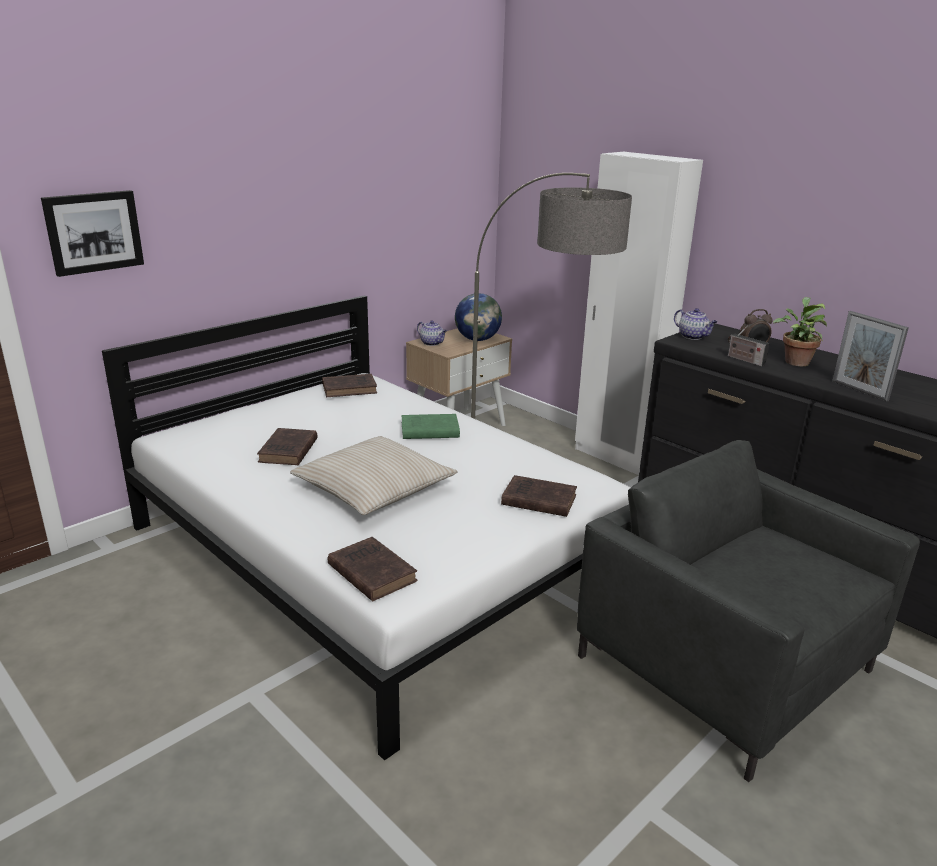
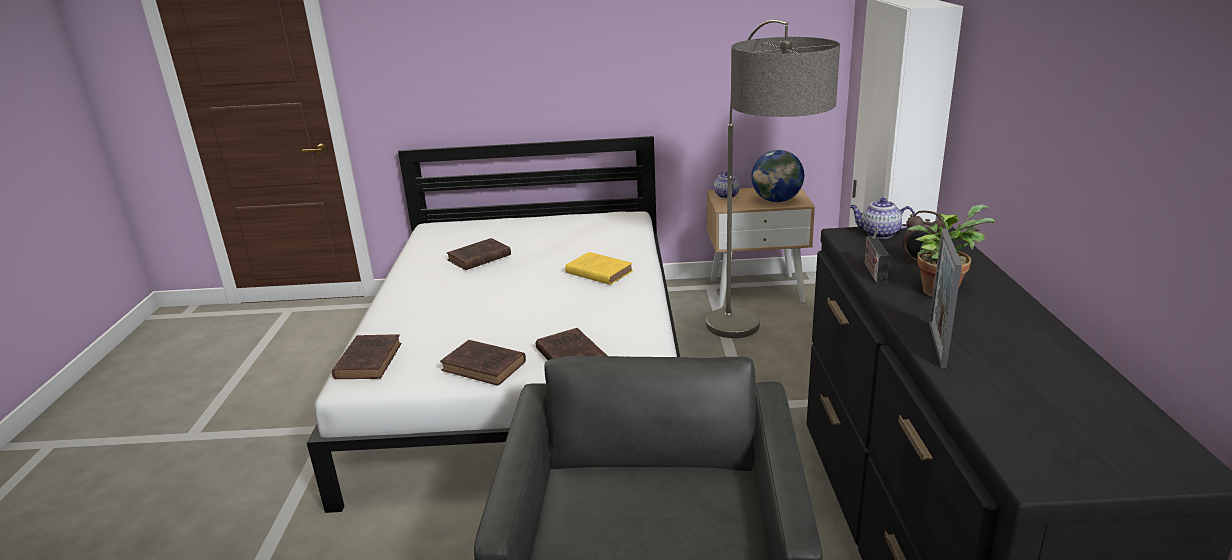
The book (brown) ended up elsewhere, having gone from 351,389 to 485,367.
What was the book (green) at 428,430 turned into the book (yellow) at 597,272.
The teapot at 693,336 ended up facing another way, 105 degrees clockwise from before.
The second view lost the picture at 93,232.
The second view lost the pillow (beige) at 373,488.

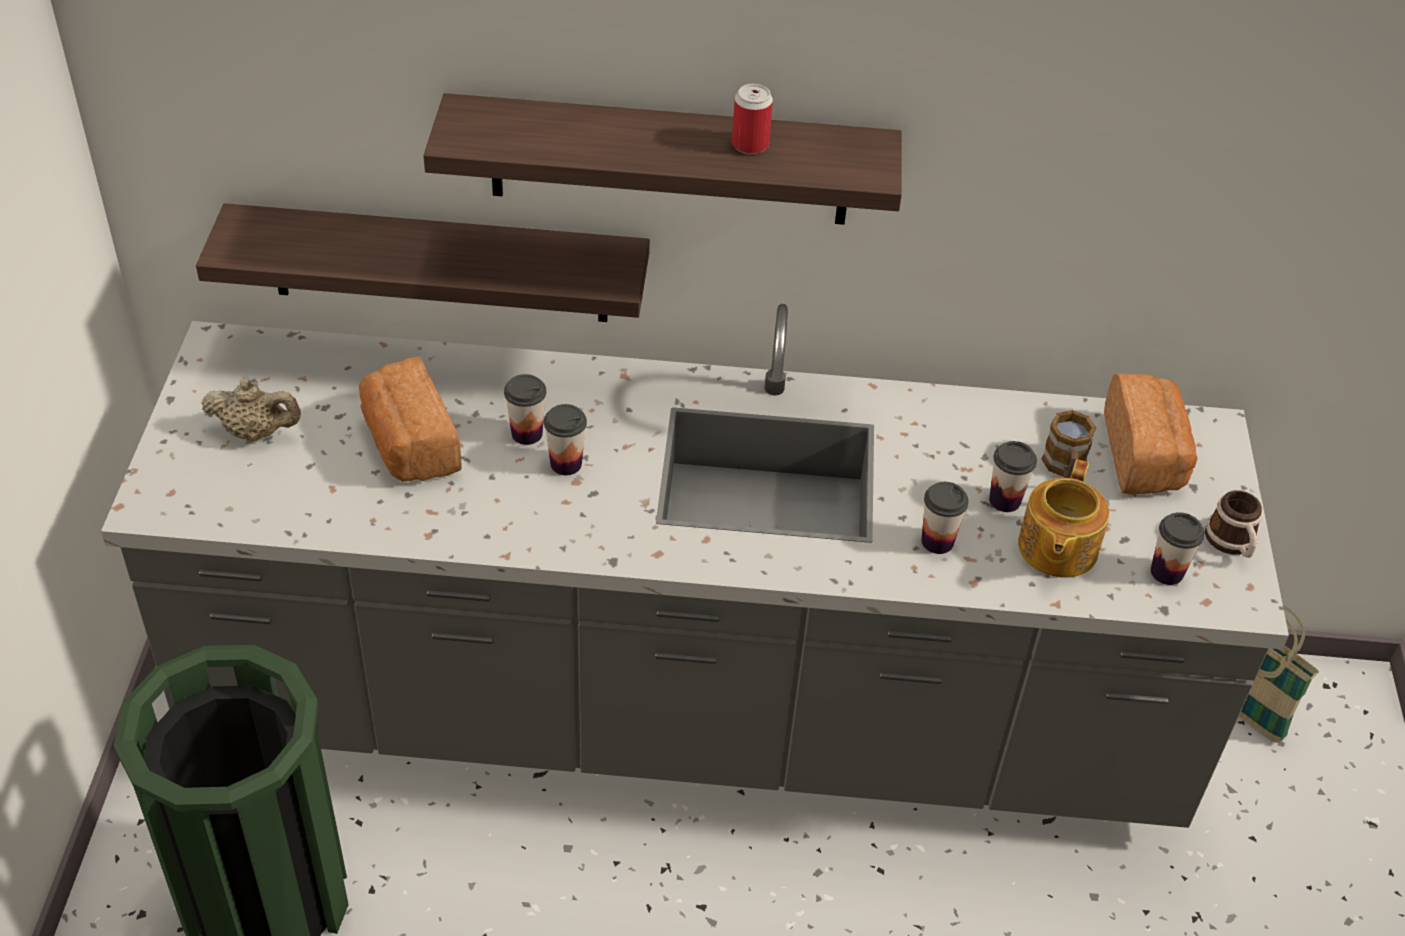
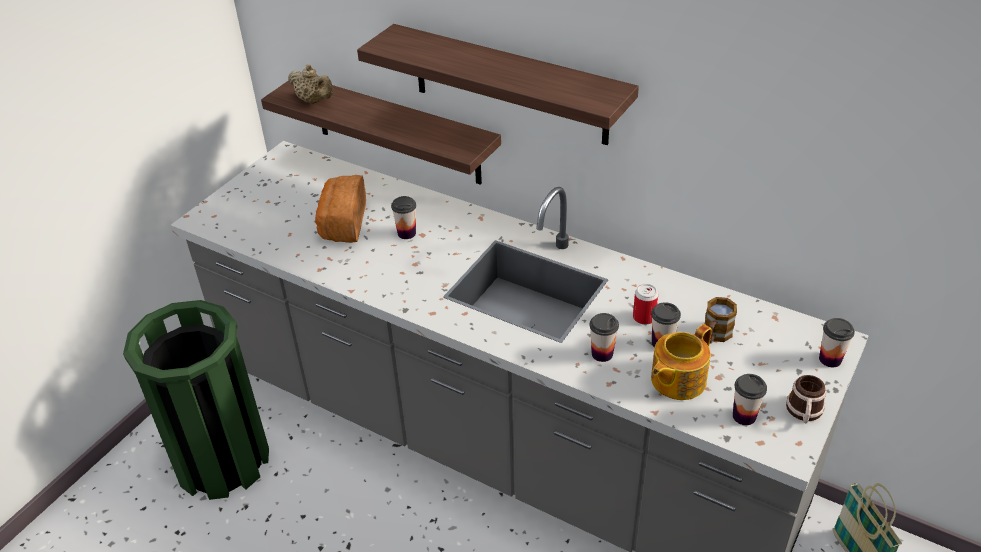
The teapot (beige) ended up elsewhere, having gone from 256,432 to 314,101.
The can ended up elsewhere, having gone from 750,144 to 644,317.
The cup ended up elsewhere, having gone from 566,464 to 830,359.
The second view lost the bread at 1144,456.

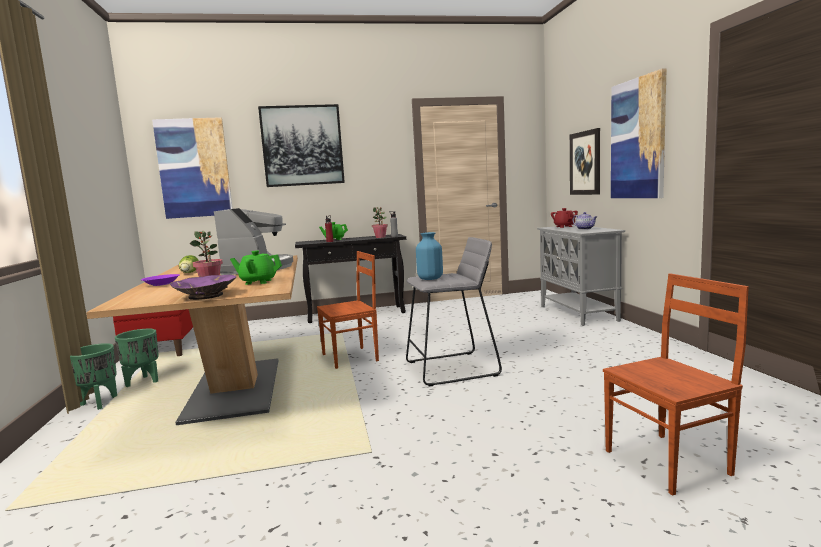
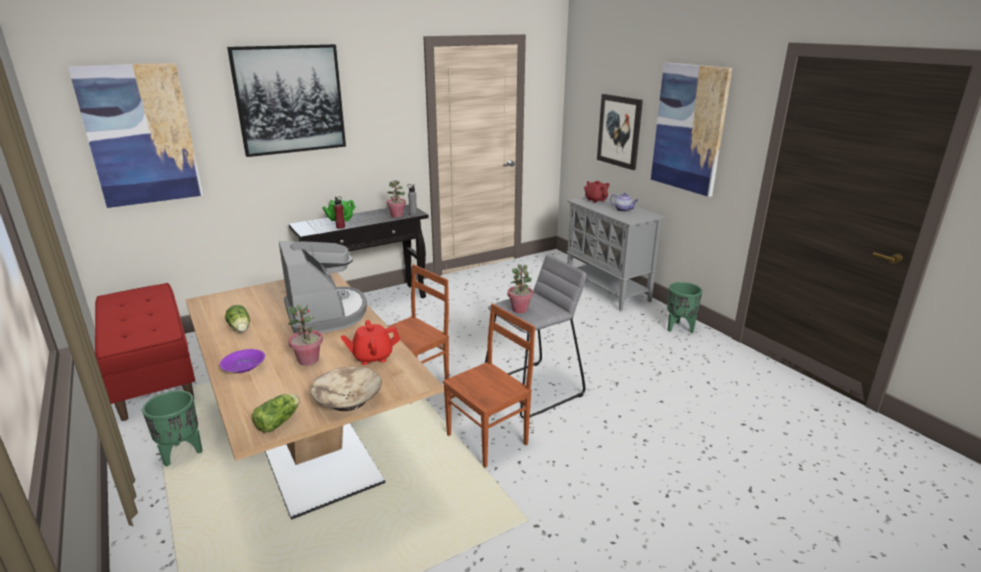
The second view gained the lettuce at 280,421.
What was the bowl (purple) at 205,296 turned into the bowl (beige) at 347,400.
What was the teapot (green) at 258,282 turned into the teapot (red) at 372,357.
The chair (brown) ended up elsewhere, having gone from 669,462 to 489,439.
Where the vase (blue) stood at 430,278, the potted plant came to stand at 520,309.
The planter (green) ended up elsewhere, having gone from 99,403 to 679,328.

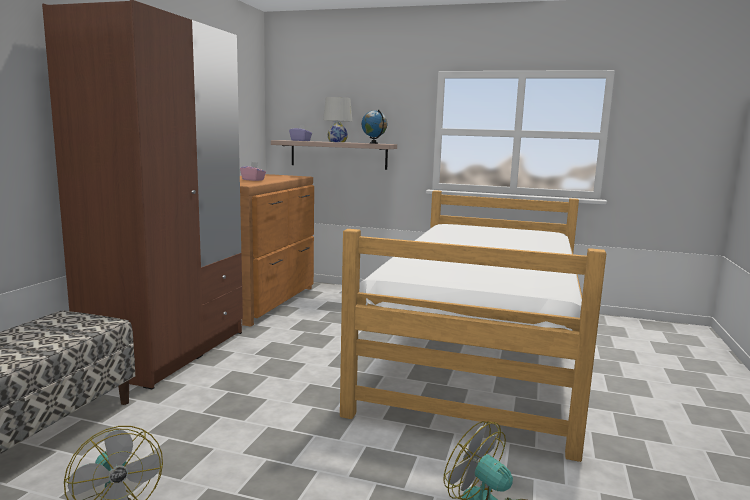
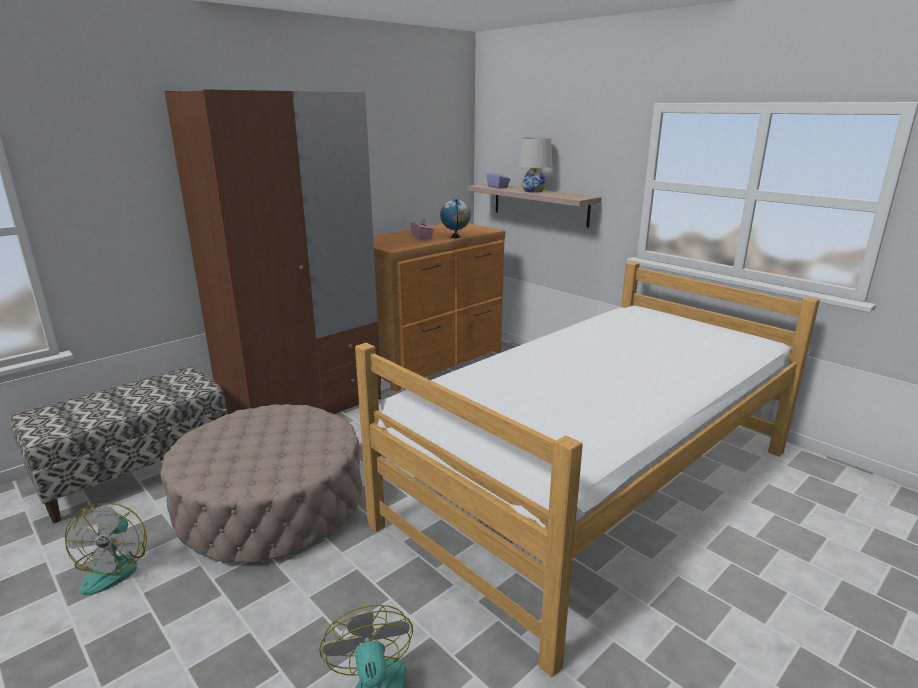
The second view gained the ottoman (beige) at 271,505.
The globe ended up elsewhere, having gone from 374,143 to 455,237.

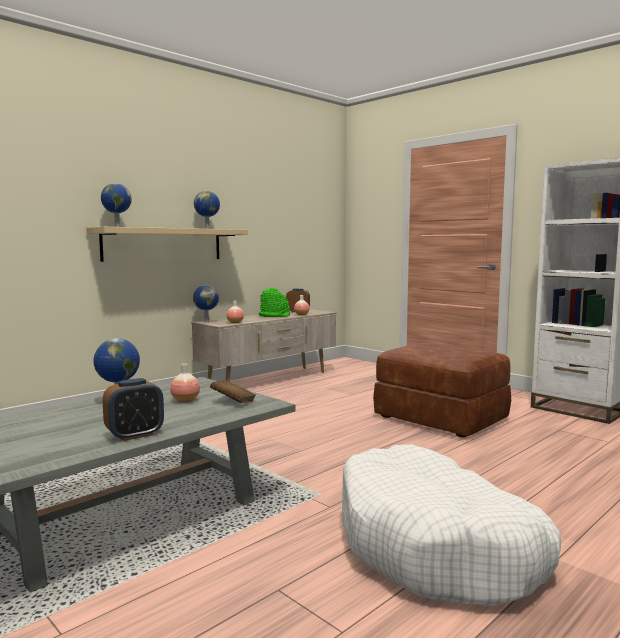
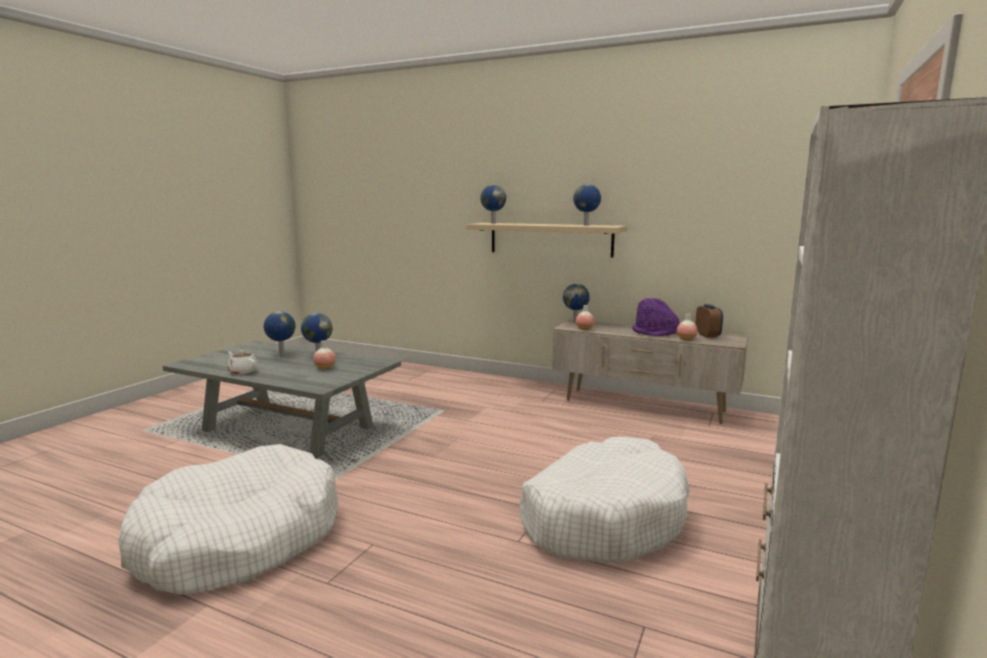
Where the alarm clock stood at 135,435, the teapot (white) came to stand at 242,371.
The second view gained the globe at 281,354.
Where the ottoman (brown) stood at 442,418, the dog bed (white) came to stand at 603,518.
What was the hat (green) at 275,316 turned into the hat (purple) at 655,333.
The second view lost the book (brown) at 233,402.

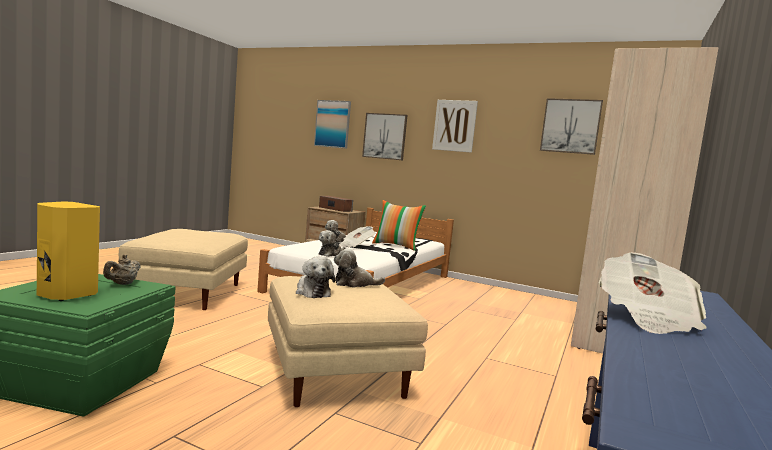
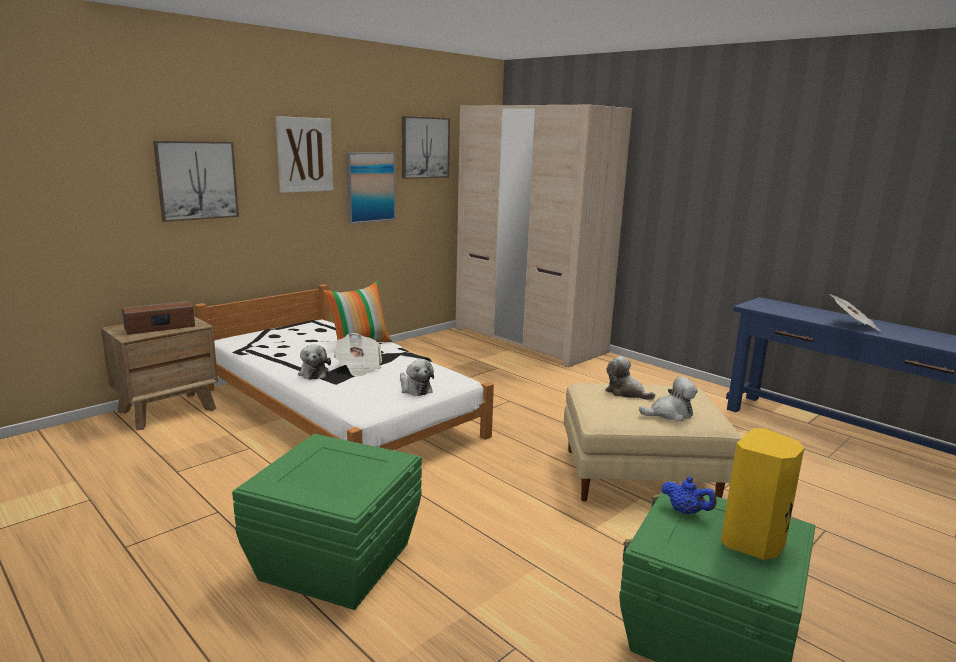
Where the ottoman (beige) stood at 187,292, the storage box (green) came to stand at 335,560.
The picture ended up elsewhere, having gone from 332,124 to 370,187.
The plush toy at 354,284 ended up facing another way, 120 degrees clockwise from before.
What was the teapot (beige) at 122,284 turned into the teapot (blue) at 686,511.

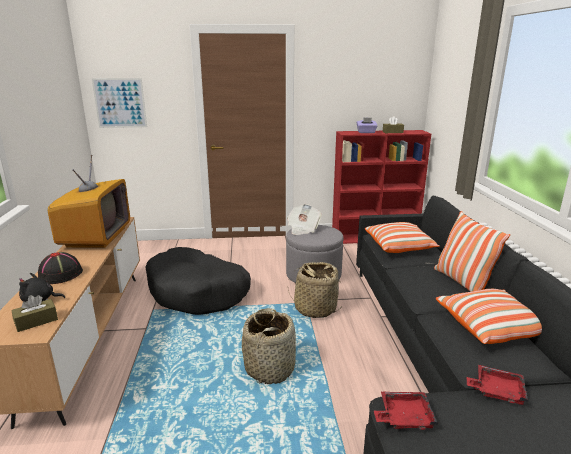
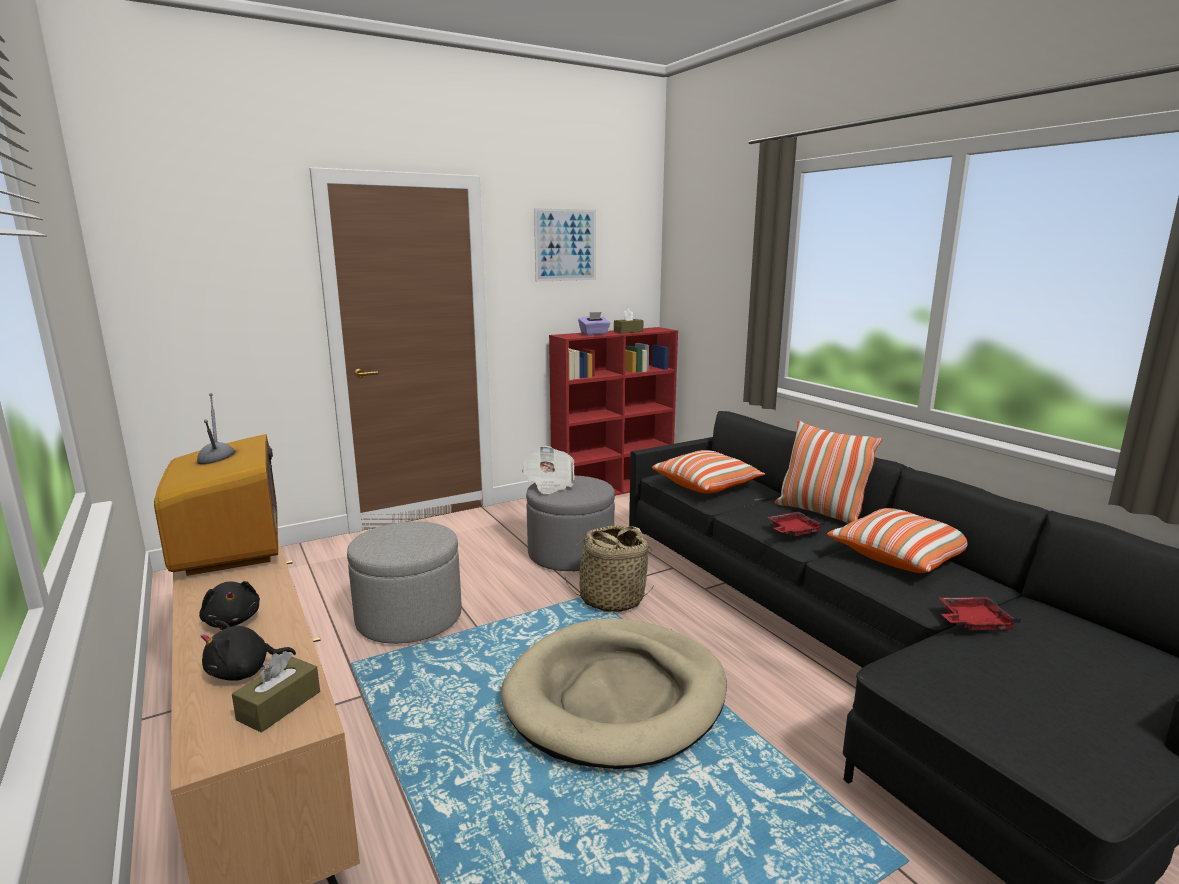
Where the hat (black) stood at 61,274, the plush toy (black) came to stand at 232,620.
Where the dog bed (black) stood at 198,292, the ottoman (grey) came to stand at 409,618.
Where the basket stood at 270,368, the dog bed (beige) came to stand at 616,696.
The picture ended up elsewhere, having gone from 120,103 to 565,245.
The tray (red) ended up elsewhere, having gone from 404,417 to 793,531.

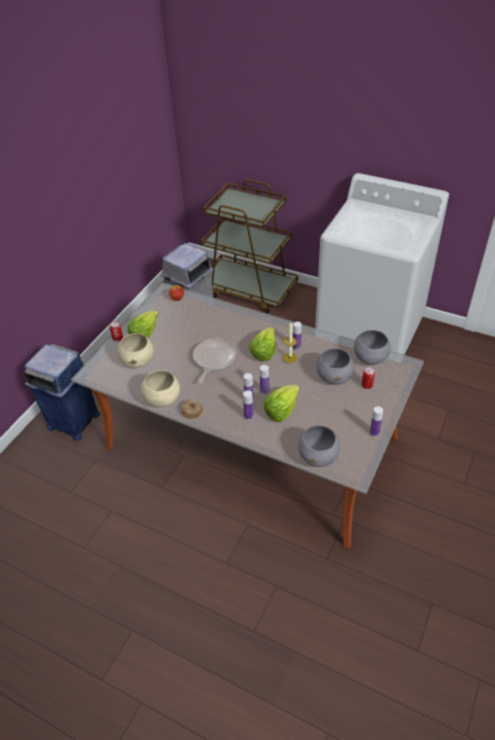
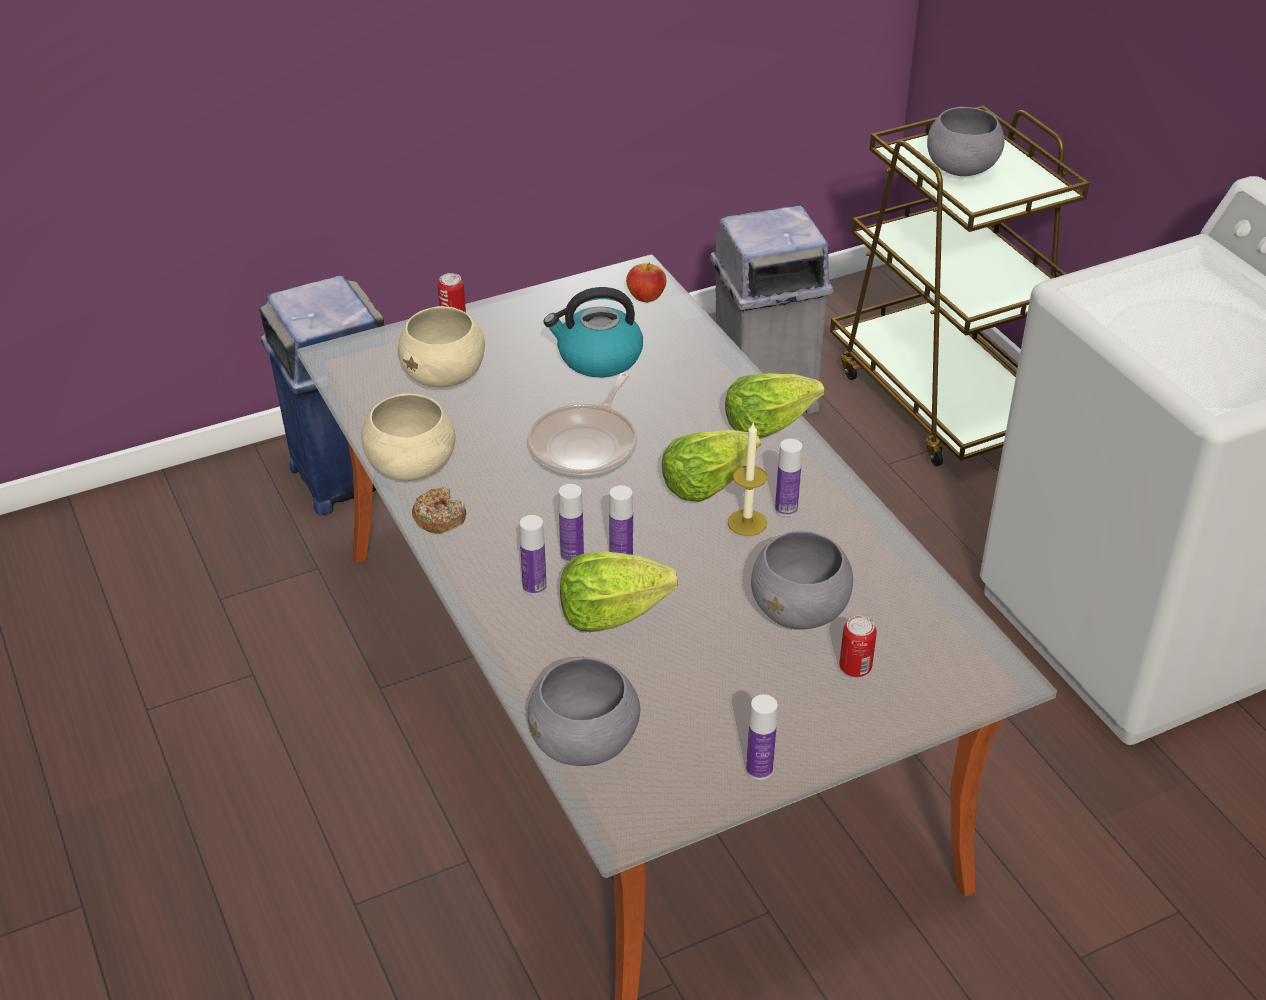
The frying pan at 213,359 ended up facing another way, 150 degrees clockwise from before.
The second view gained the kettle at 598,358.
The lettuce ended up elsewhere, having gone from 144,333 to 768,422.
The bowl (grey) ended up elsewhere, having gone from 370,358 to 960,169.

